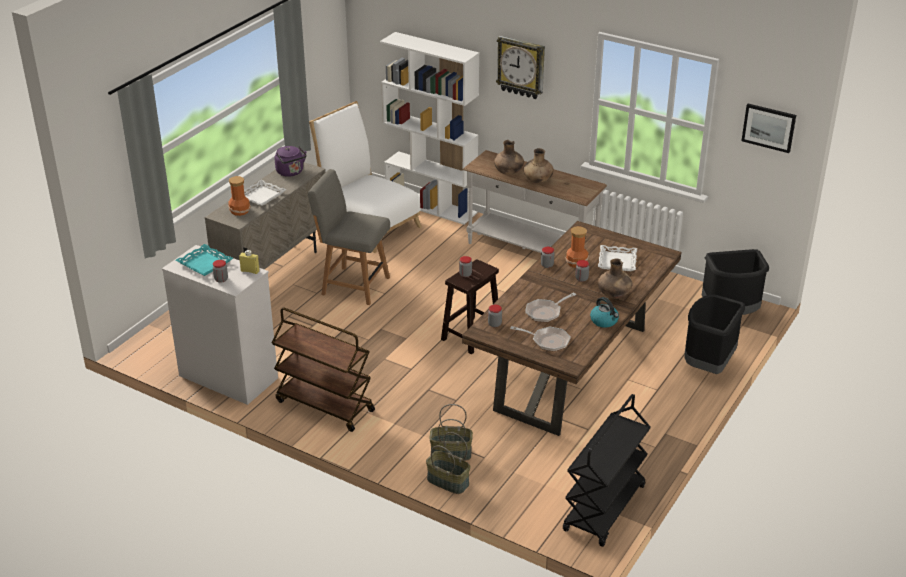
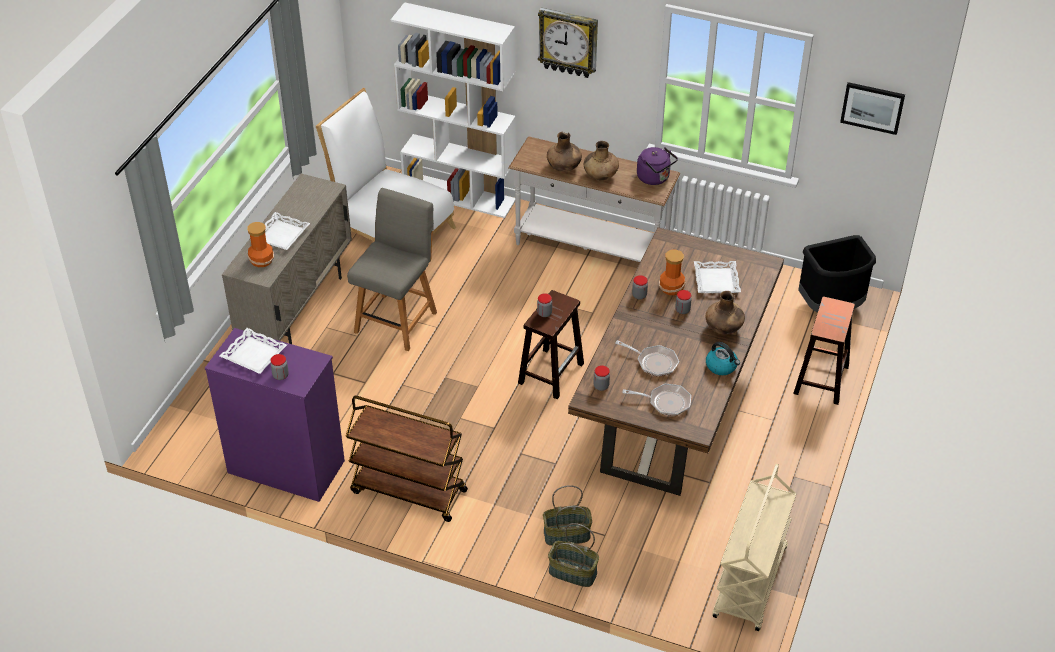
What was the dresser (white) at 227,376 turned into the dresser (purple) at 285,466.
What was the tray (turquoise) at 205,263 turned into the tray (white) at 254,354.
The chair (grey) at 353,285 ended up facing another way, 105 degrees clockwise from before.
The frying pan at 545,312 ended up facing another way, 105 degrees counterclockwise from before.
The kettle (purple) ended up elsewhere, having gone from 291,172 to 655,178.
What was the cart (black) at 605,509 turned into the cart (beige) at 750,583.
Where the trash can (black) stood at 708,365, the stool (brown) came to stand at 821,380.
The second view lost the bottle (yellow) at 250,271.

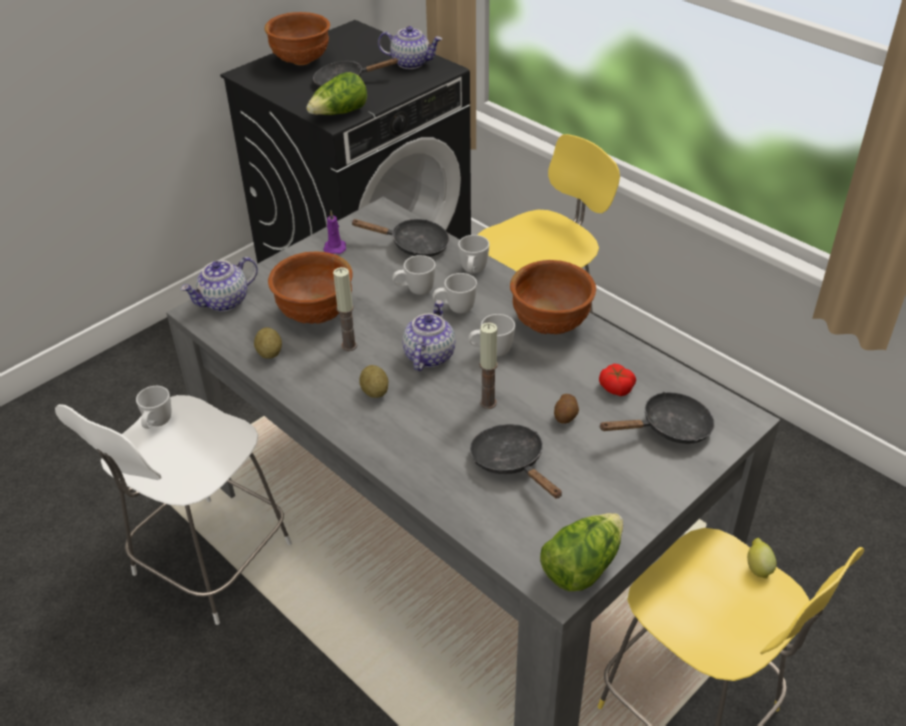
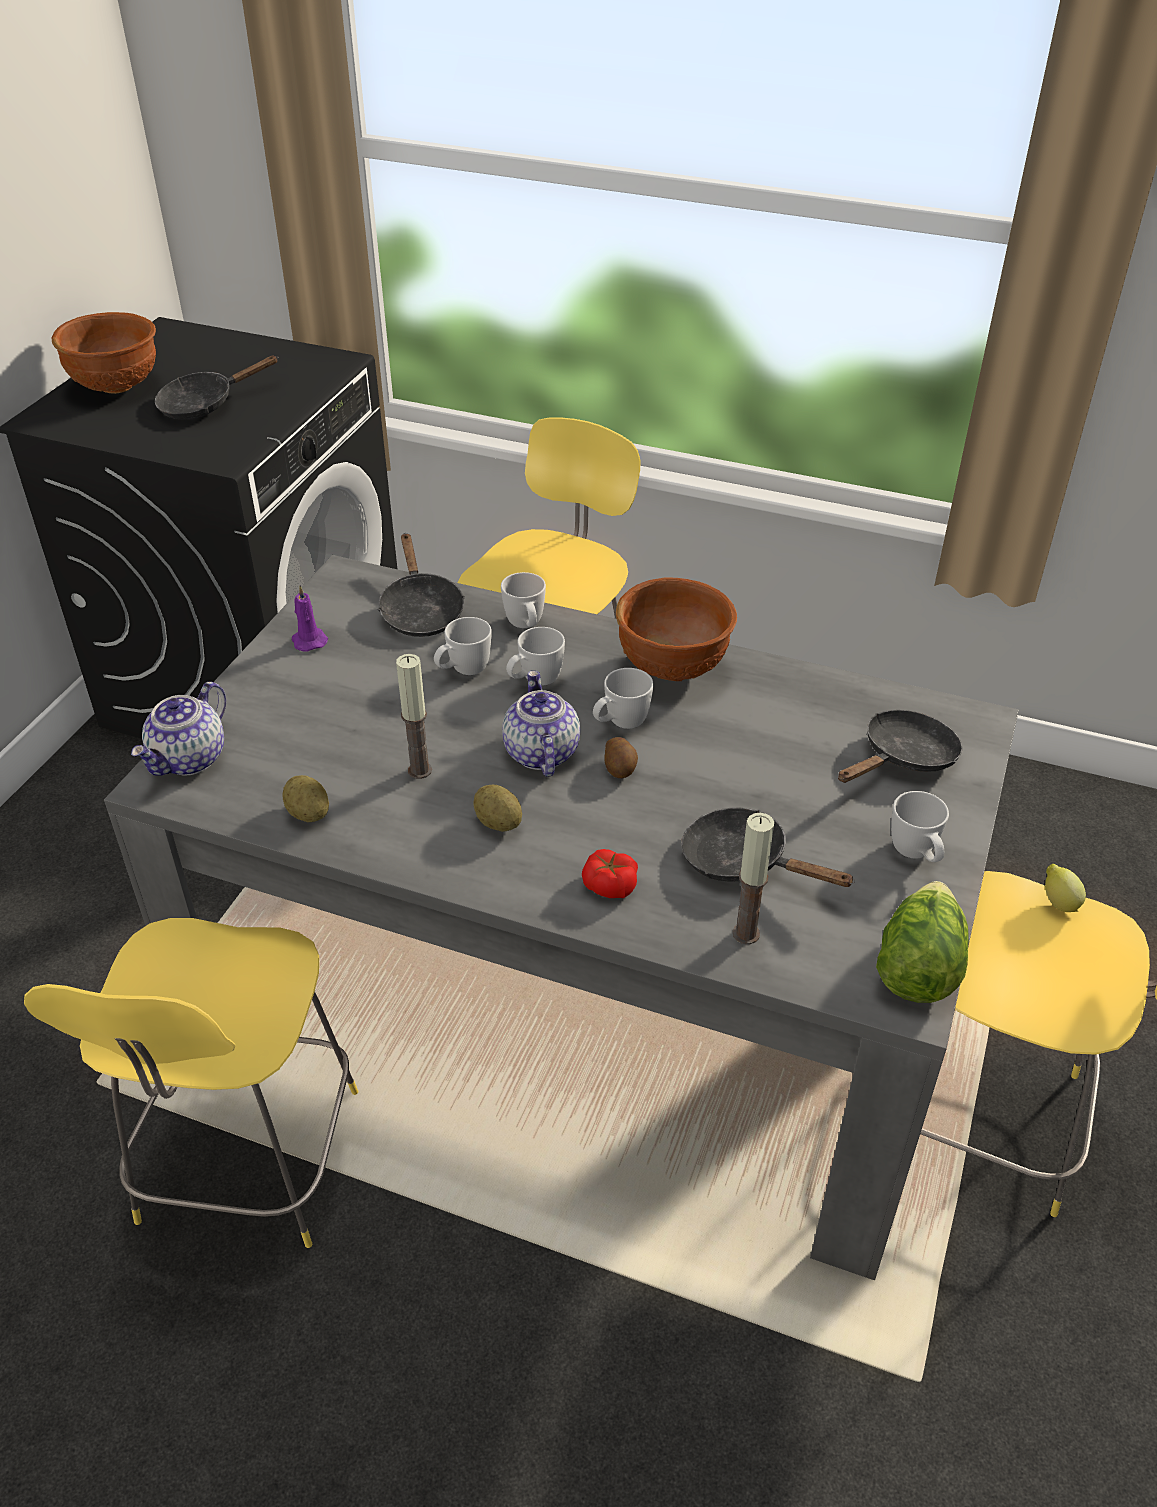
What was the stool (white) at 208,563 turned into the stool (yellow) at 247,1163.
The frying pan (black) at 413,245 ended up facing another way, 90 degrees clockwise from before.
The tomato ended up elsewhere, having gone from 616,387 to 610,885.
The potato ended up elsewhere, having gone from 566,416 to 620,768.
The candle ended up elsewhere, having gone from 488,403 to 746,933.
The mug (white) ended up elsewhere, having gone from 157,424 to 916,855.
The second view lost the bowl (brown) at 314,314.
The second view lost the lettuce at 339,113.
The second view lost the teapot at 411,63.

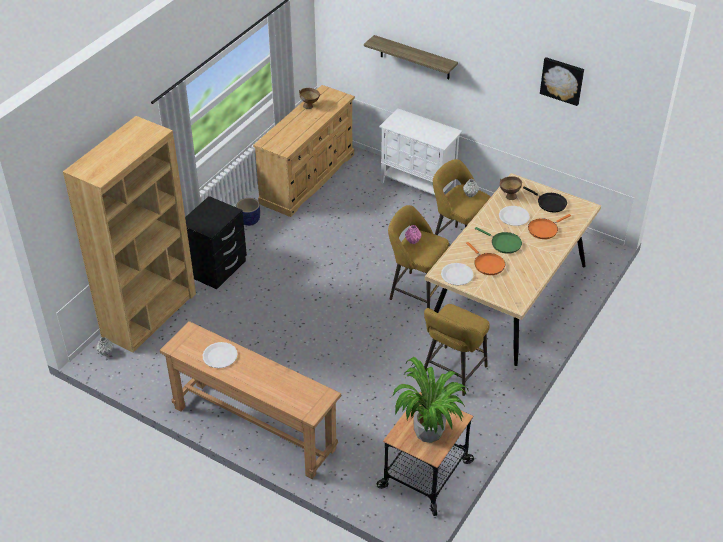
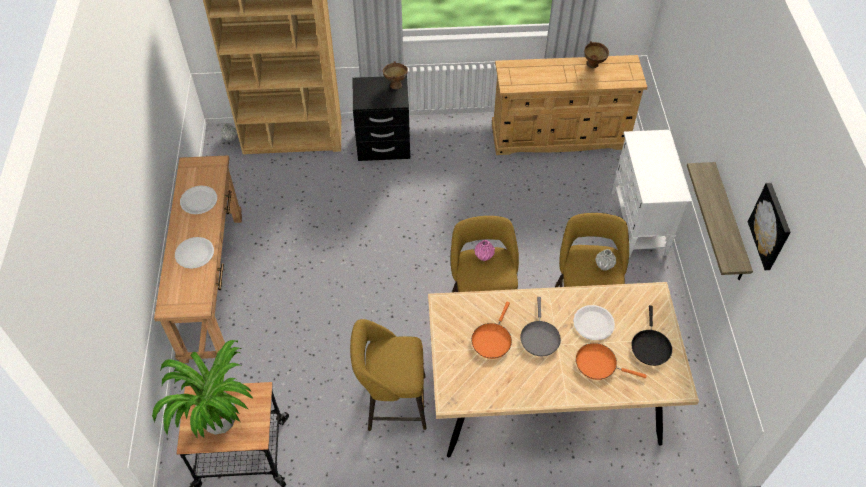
The plate (white) ended up elsewhere, having gone from 457,275 to 194,253.
The bowl (brown) ended up elsewhere, having gone from 509,196 to 395,84.
What was the frying pan (green) at 504,243 turned into the frying pan (grey) at 539,337.
The shelf ended up elsewhere, having gone from 415,57 to 728,224.
The second view lost the planter at 249,221.

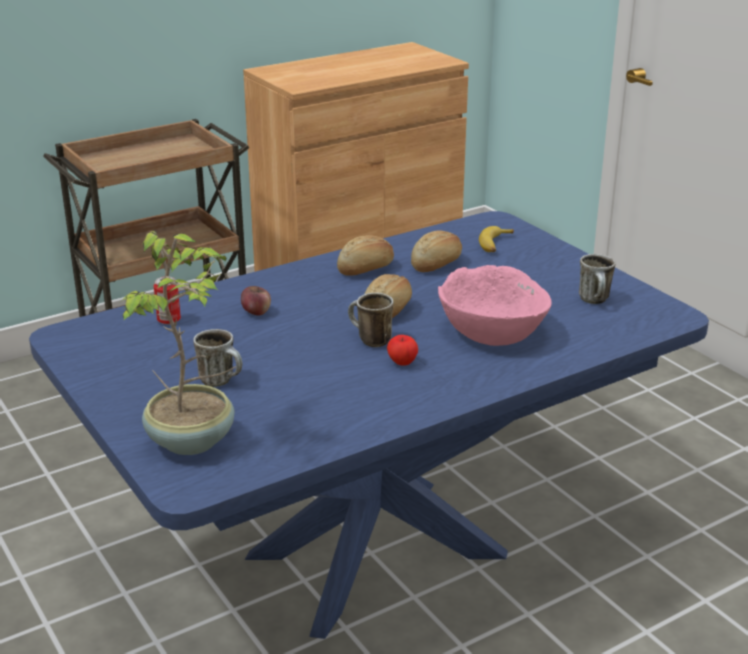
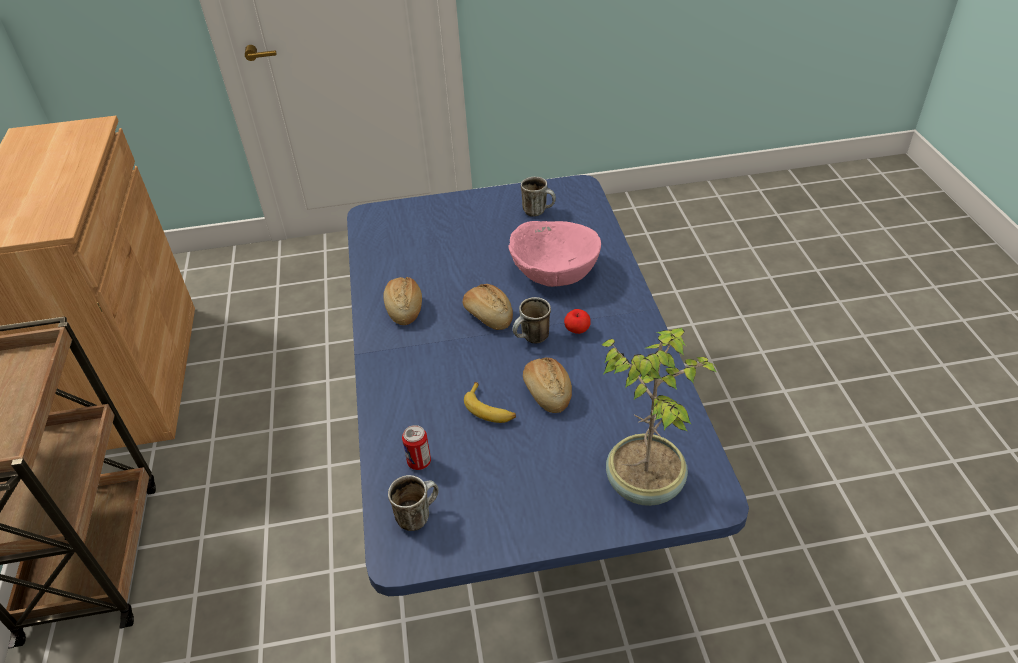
The mug ended up elsewhere, having gone from 222,381 to 417,515.
The banana ended up elsewhere, having gone from 495,245 to 490,409.
The bread ended up elsewhere, having gone from 437,264 to 547,393.
The second view lost the apple at 256,312.

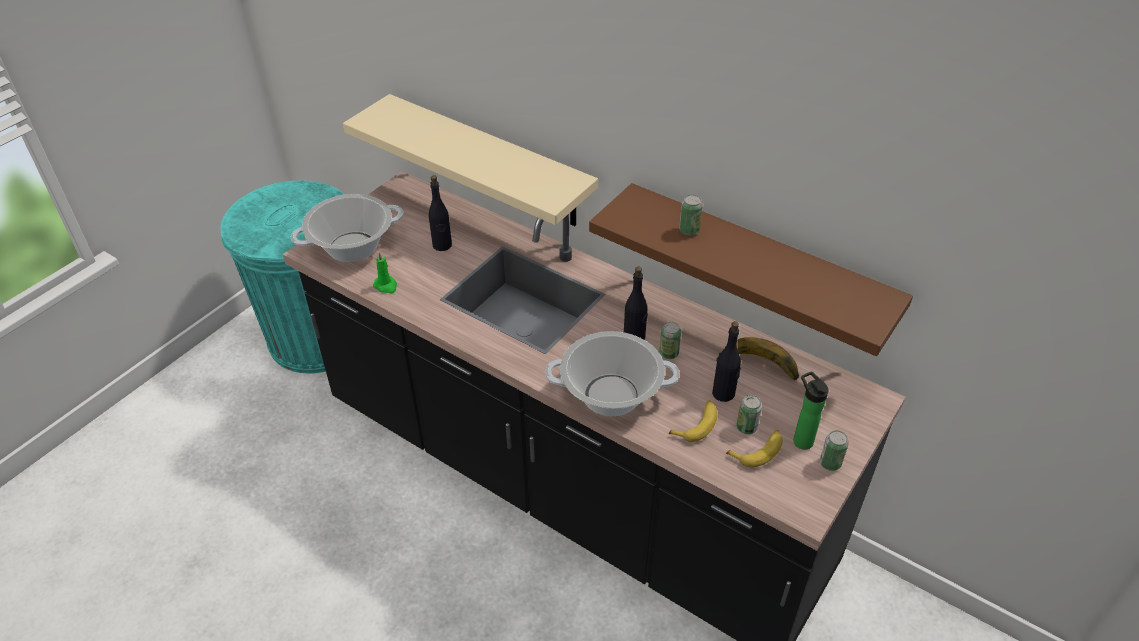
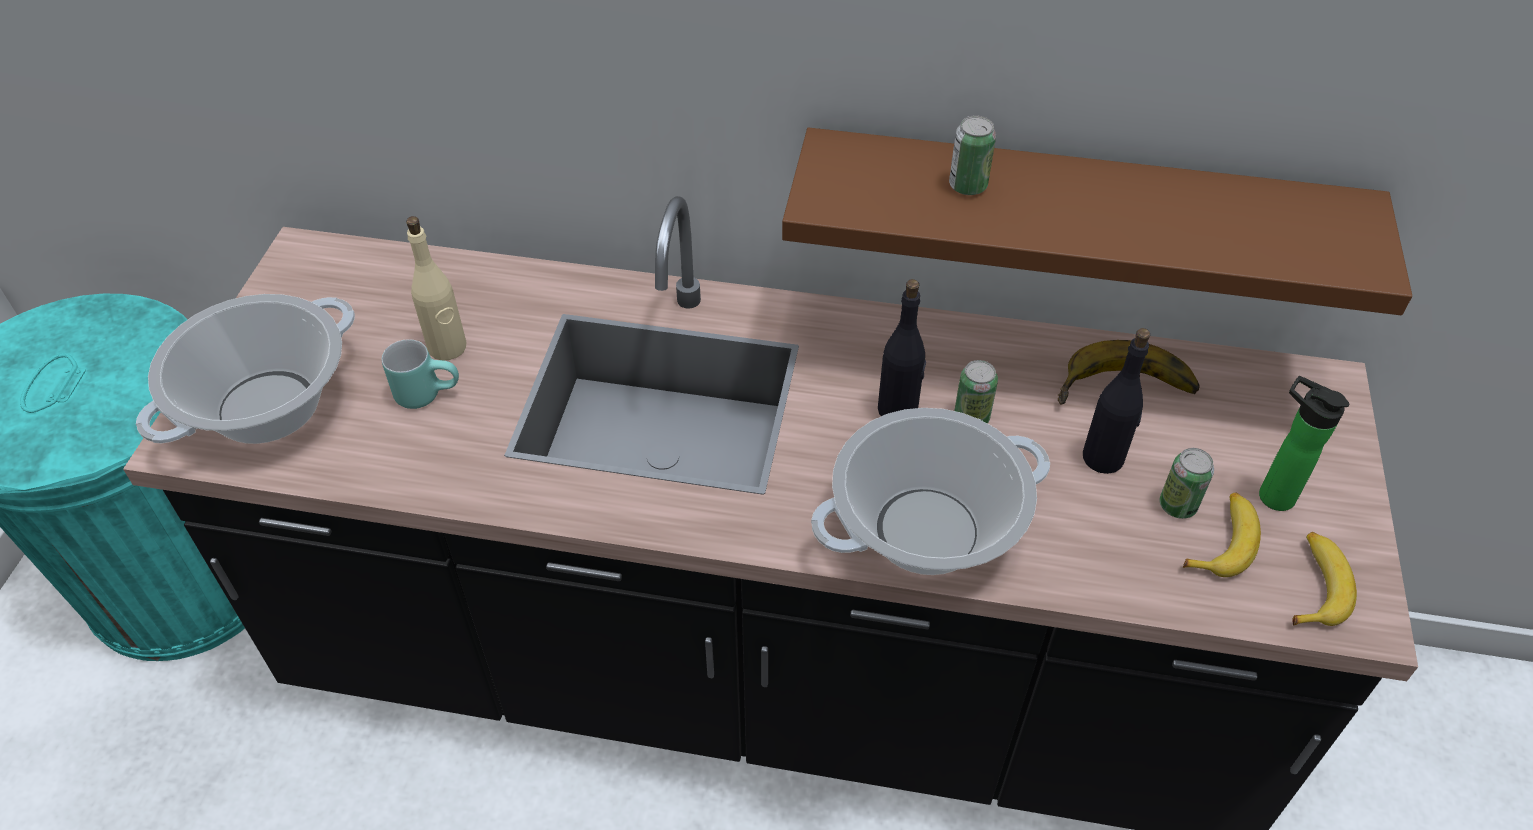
The second view gained the mug (turquoise) at 428,392.
What was the bottle (black) at 442,245 turned into the bottle (beige) at 447,347.
The banana ended up elsewhere, having gone from 696,424 to 1315,586.
The second view lost the shelf (beige) at 489,161.
The second view lost the candle (green) at 386,286.
The second view lost the can at 830,463.

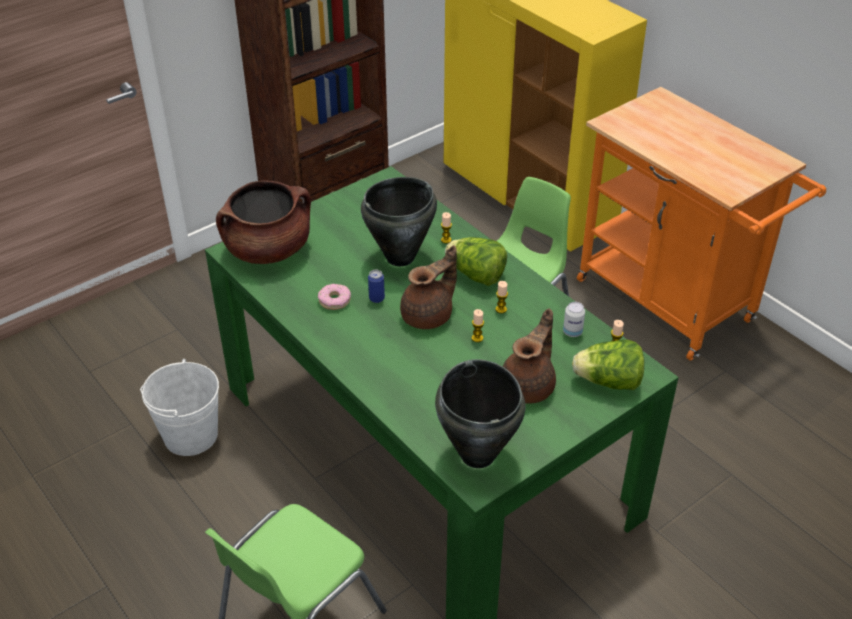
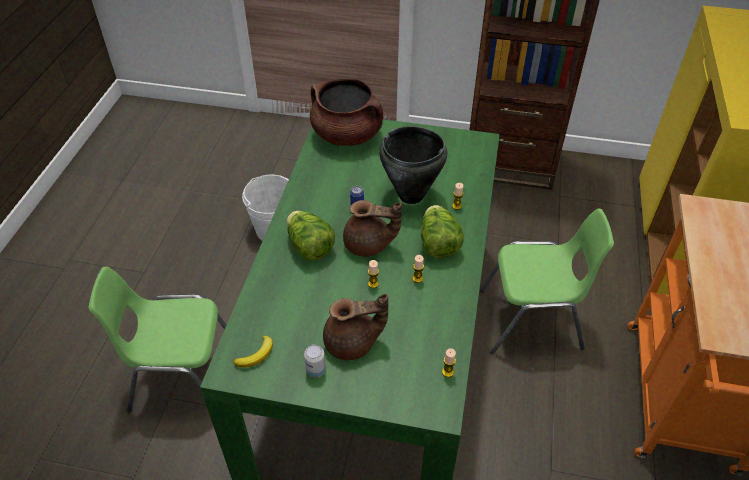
Where the cooking pot (black) stood at 478,454, the banana came to stand at 256,355.
The lettuce ended up elsewhere, having gone from 608,382 to 309,247.
The can ended up elsewhere, having gone from 572,332 to 316,370.
The second view lost the donut at 334,300.

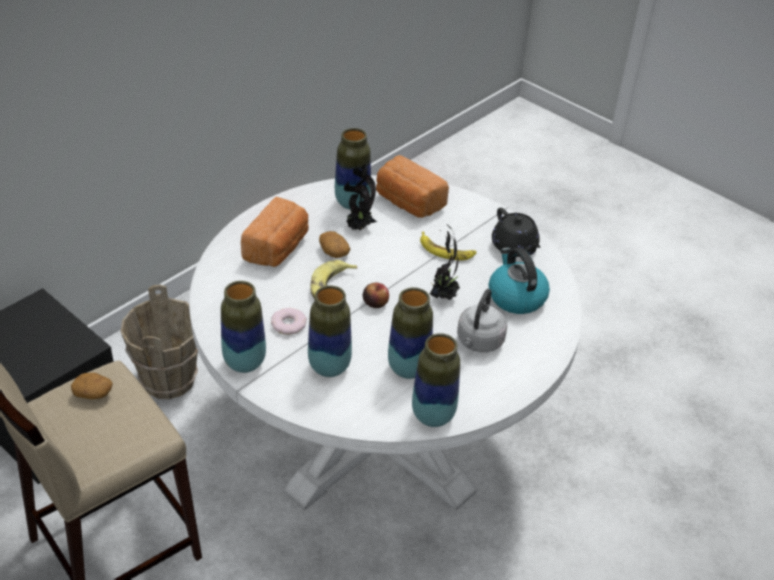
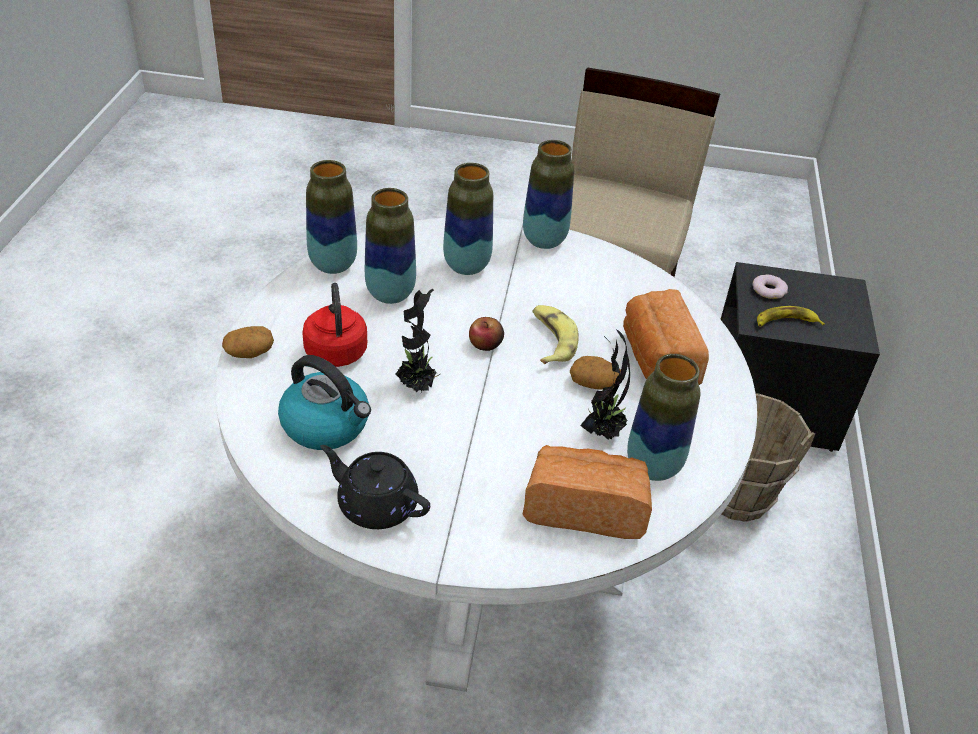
The potato ended up elsewhere, having gone from 93,393 to 249,352.
What was the kettle (grey) at 479,342 turned into the kettle (red) at 336,350.
The donut ended up elsewhere, having gone from 288,324 to 769,290.
The banana ended up elsewhere, having gone from 446,251 to 785,322.

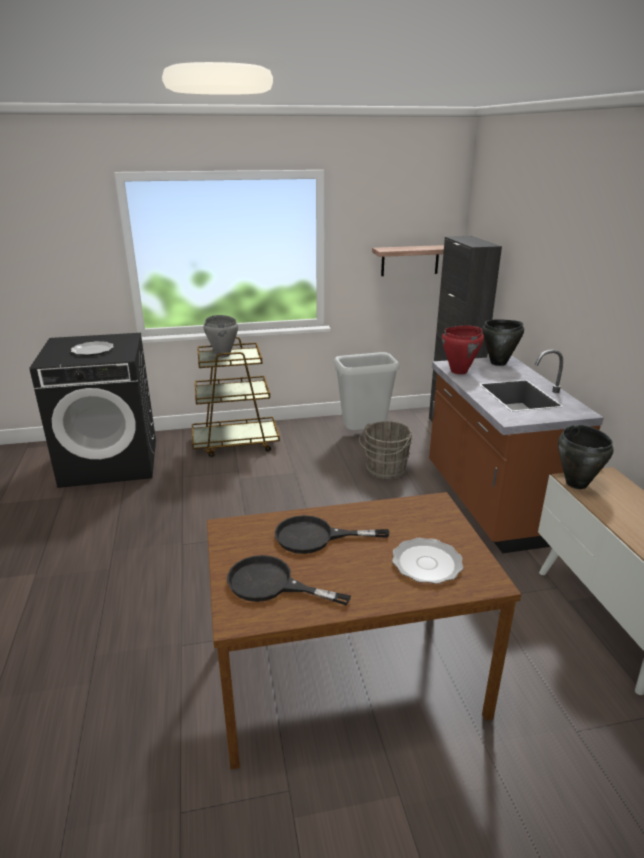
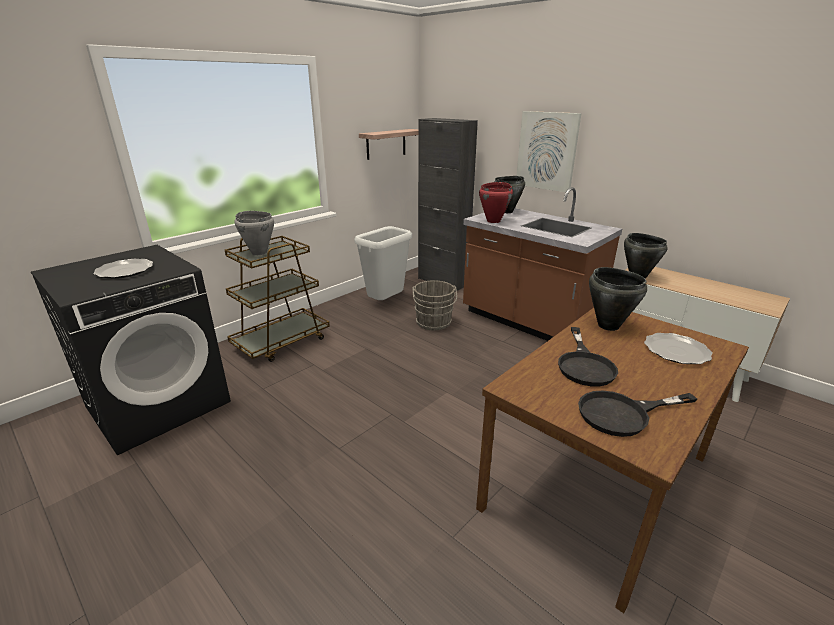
The second view gained the picture at 547,151.
The frying pan (black) at 315,537 ended up facing another way, 45 degrees counterclockwise from before.
The second view gained the cooking pot (black) at 608,325.

